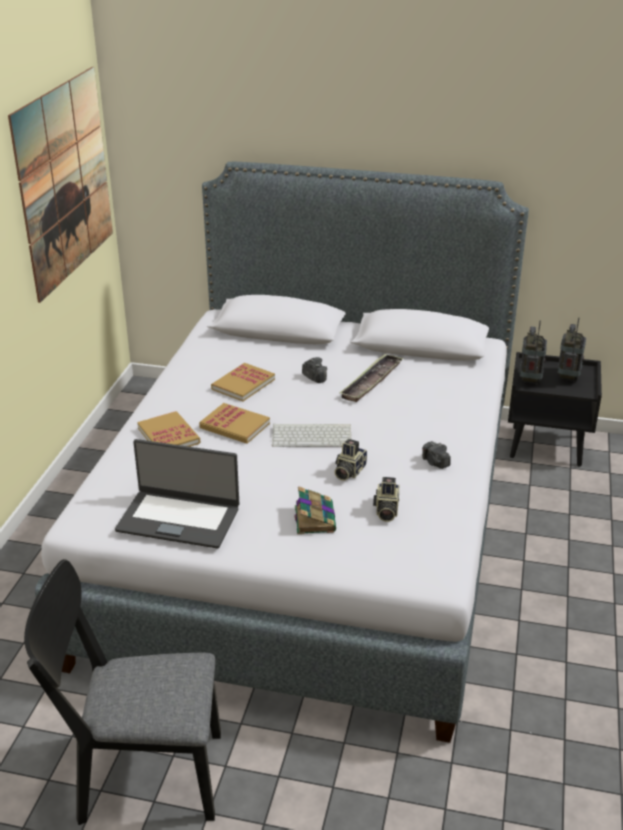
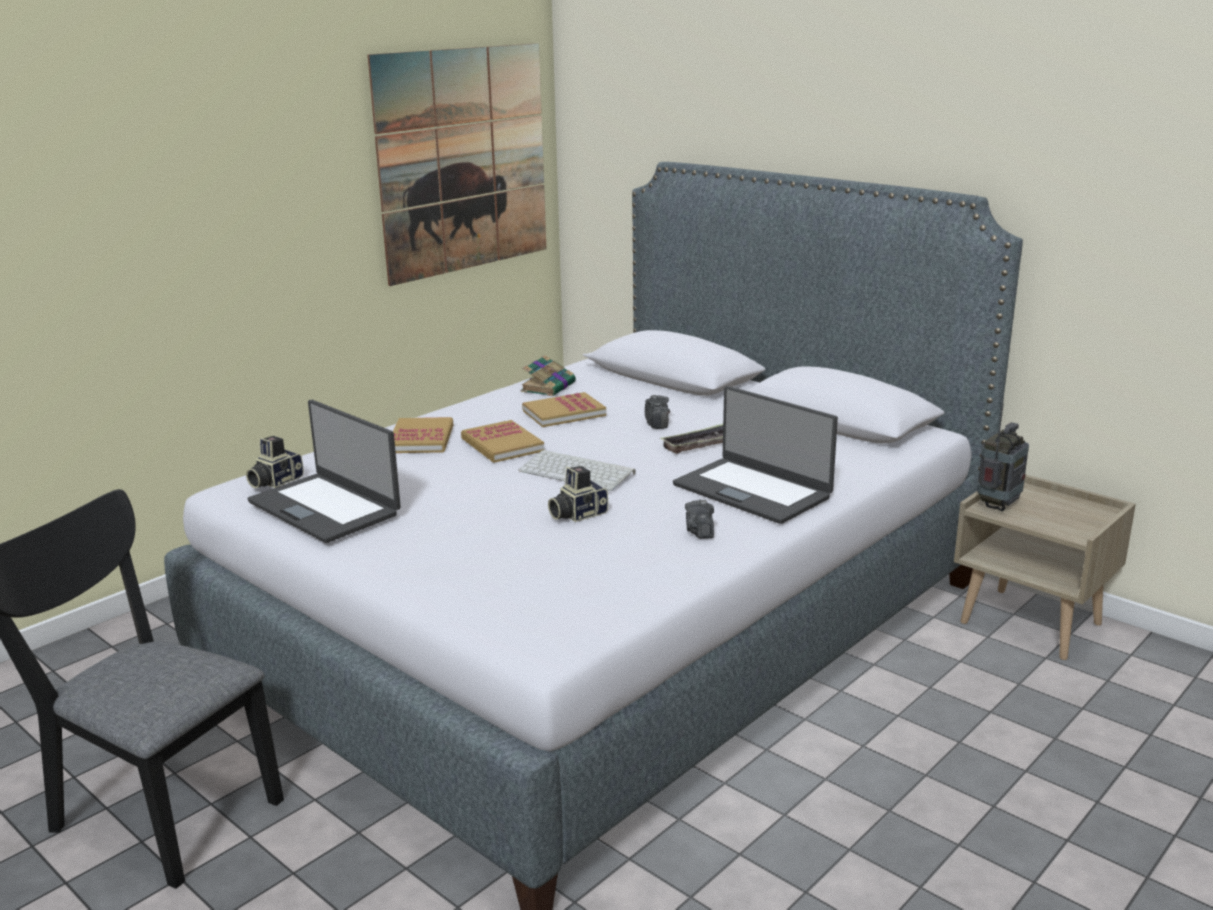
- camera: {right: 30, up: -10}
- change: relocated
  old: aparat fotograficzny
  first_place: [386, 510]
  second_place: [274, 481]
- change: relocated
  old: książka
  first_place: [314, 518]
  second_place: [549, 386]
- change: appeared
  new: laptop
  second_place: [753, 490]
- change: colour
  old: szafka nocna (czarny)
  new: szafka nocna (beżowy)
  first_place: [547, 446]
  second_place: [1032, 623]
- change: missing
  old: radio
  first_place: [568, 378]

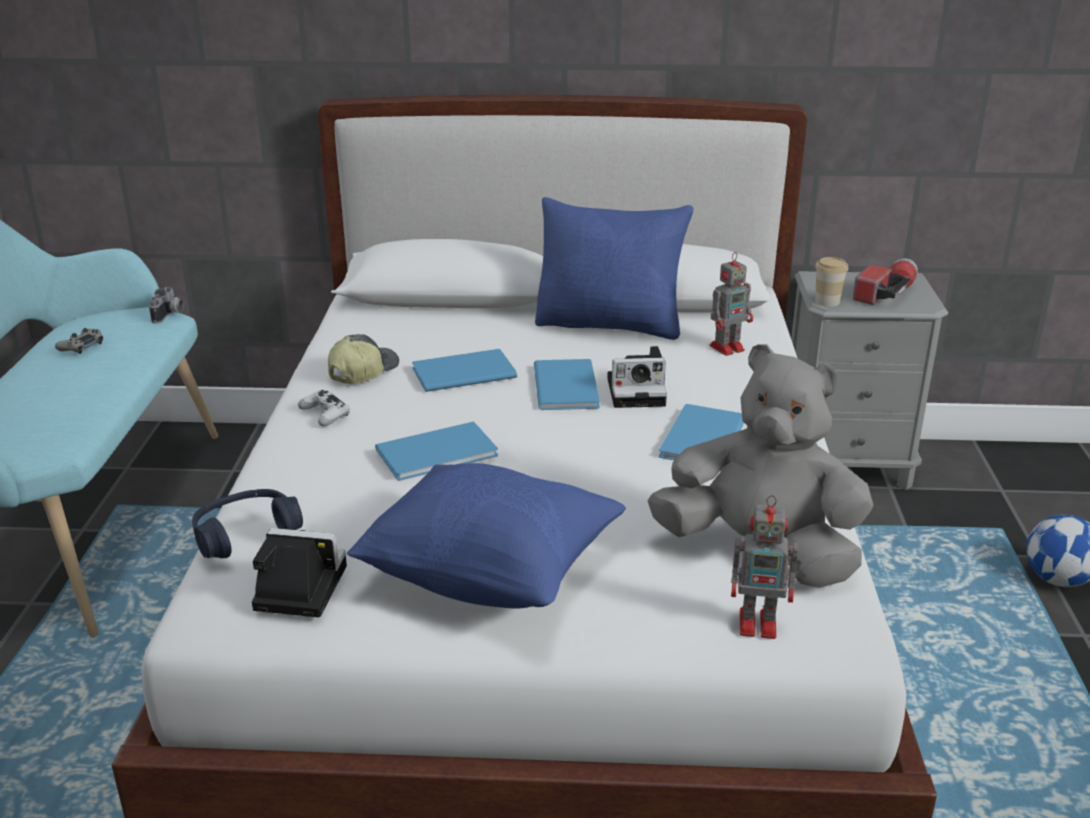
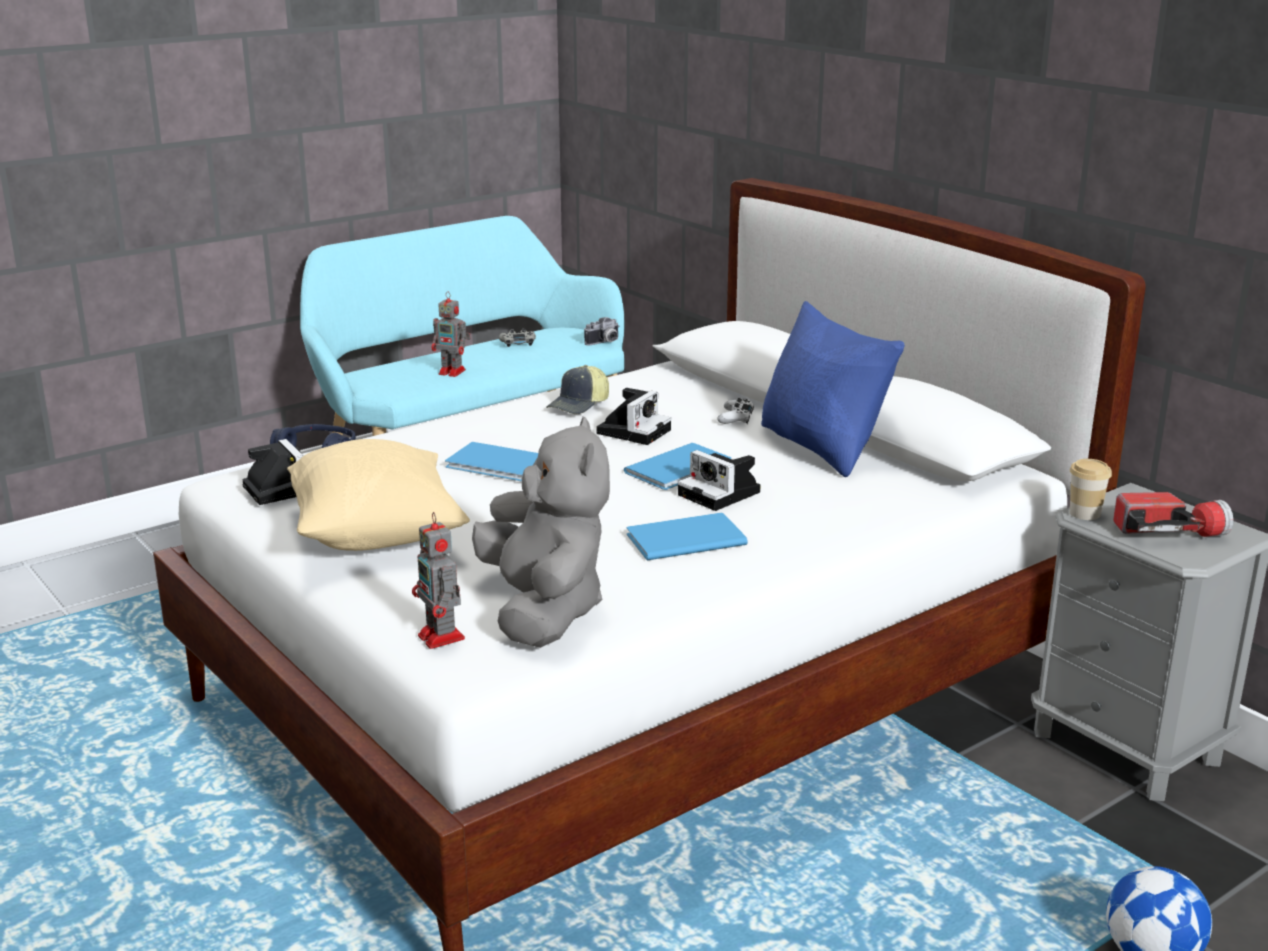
- camera: {right: 50, up: -5}
- change: colour
  old: poduszka (niebieski)
  new: poduszka (beżowy)
  first_place: [490, 576]
  second_place: [376, 535]
- change: relocated
  old: robot zabawkowy
  first_place: [728, 347]
  second_place: [453, 372]
- change: spun
  old: czapka z daszkiem
  first_place: [362, 371]
  second_place: [579, 405]
  degrees: 135
- change: exchanged
  old: książka (niebieski)
  new: aparat fotograficzny
  first_place: [460, 372]
  second_place: [634, 430]
- change: relocated
  old: pad do gier (biały)
  first_place: [325, 414]
  second_place: [736, 418]

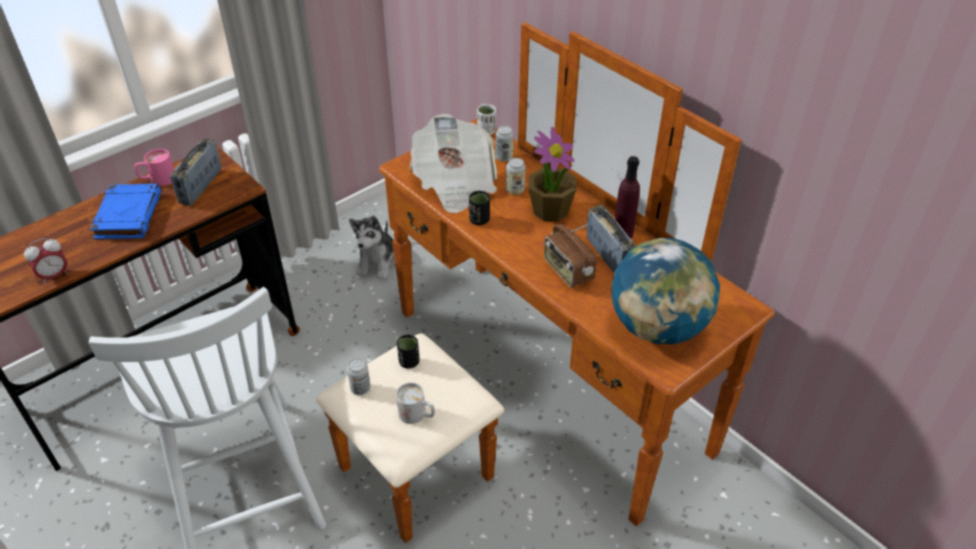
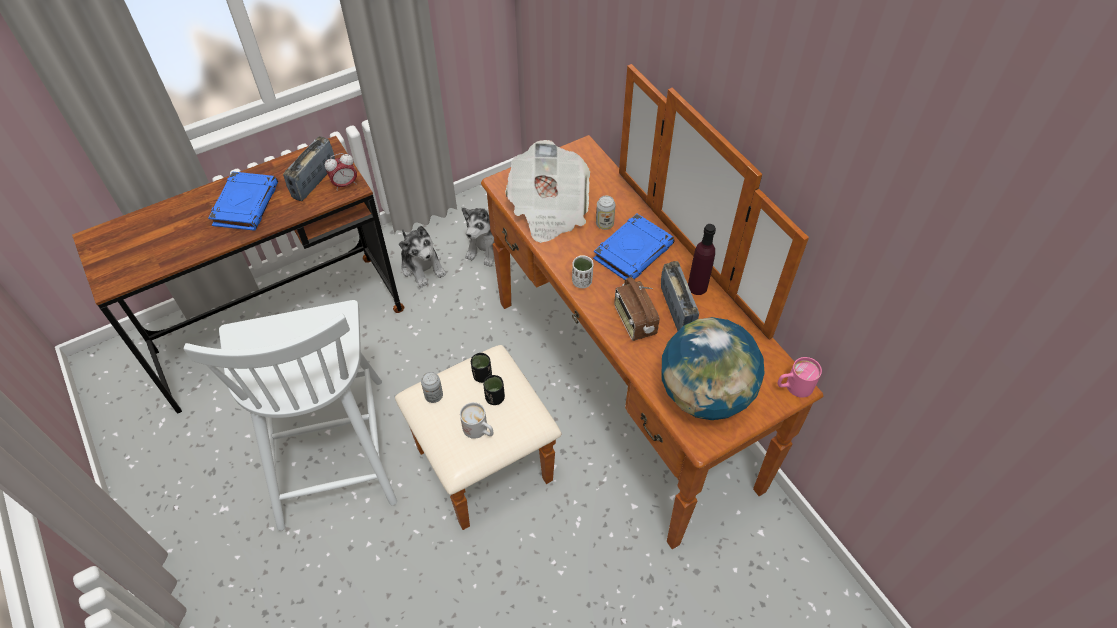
- camera: {right: 10, up: 10}
- change: relocated
  old: budzik
  first_place: [54, 276]
  second_place: [345, 184]
- change: appeared
  new: pluszak
  second_place: [422, 267]
- change: relocated
  old: filiżanka (czarny)
  first_place: [479, 220]
  second_place: [495, 398]
- change: relocated
  old: filiżanka (biały)
  first_place: [486, 131]
  second_place: [582, 282]
- change: exchanged
  old: roślina doniczkowa
  new: książka (niebieski)
  first_place: [550, 210]
  second_place: [633, 251]
- change: relocated
  old: kubek (różowy)
  first_place: [158, 180]
  second_place: [793, 387]
- change: missing
  old: puszka
  first_place: [504, 157]

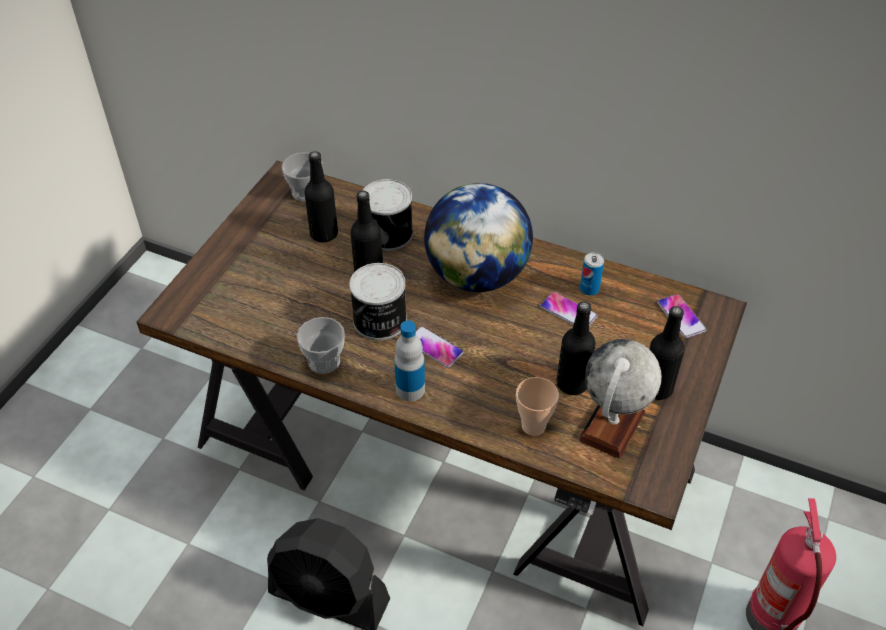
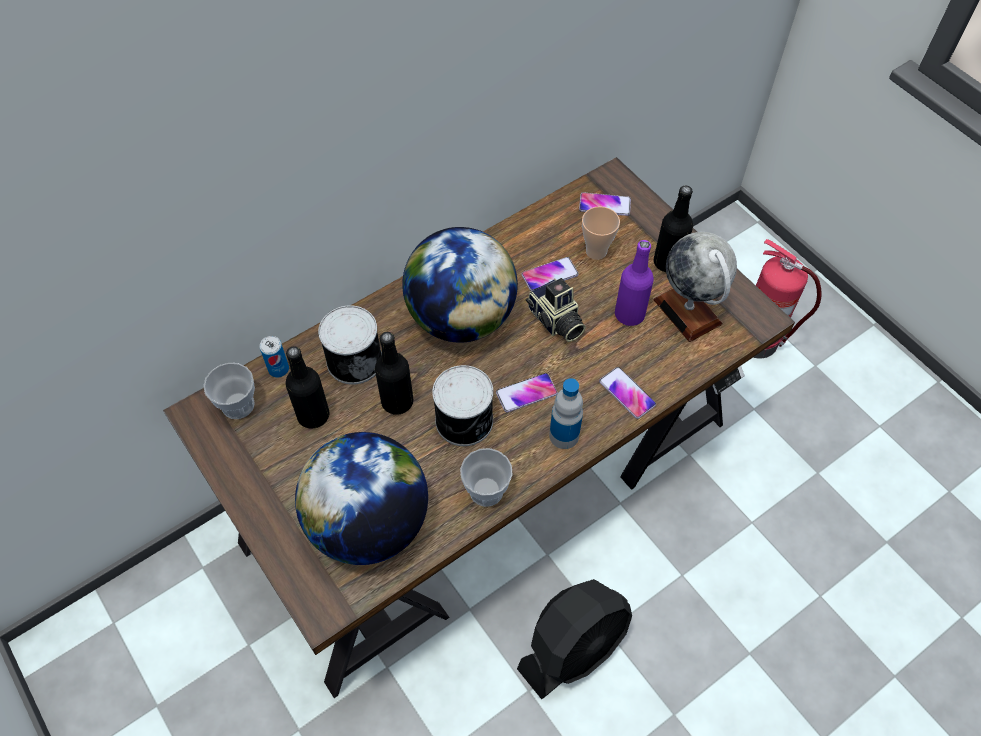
- camera: {right: -60, up: 10}
- change: relocated
  old: puszka
  first_place: [589, 289]
  second_place: [278, 369]
- change: appeared
  new: globus
  second_place: [369, 523]
- change: appeared
  new: aparat fotograficzny
  second_place: [555, 321]
- change: relocated
  old: filiżanka
  first_place: [533, 426]
  second_place: [596, 251]
- change: appeared
  new: telefon
  second_place: [627, 393]
- change: colour
  old: butelka (czarny)
  new: butelka (fioletowy)
  first_place: [572, 384]
  second_place: [629, 314]

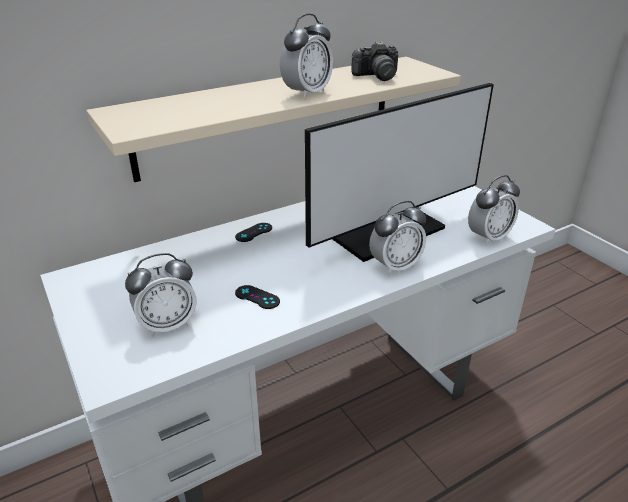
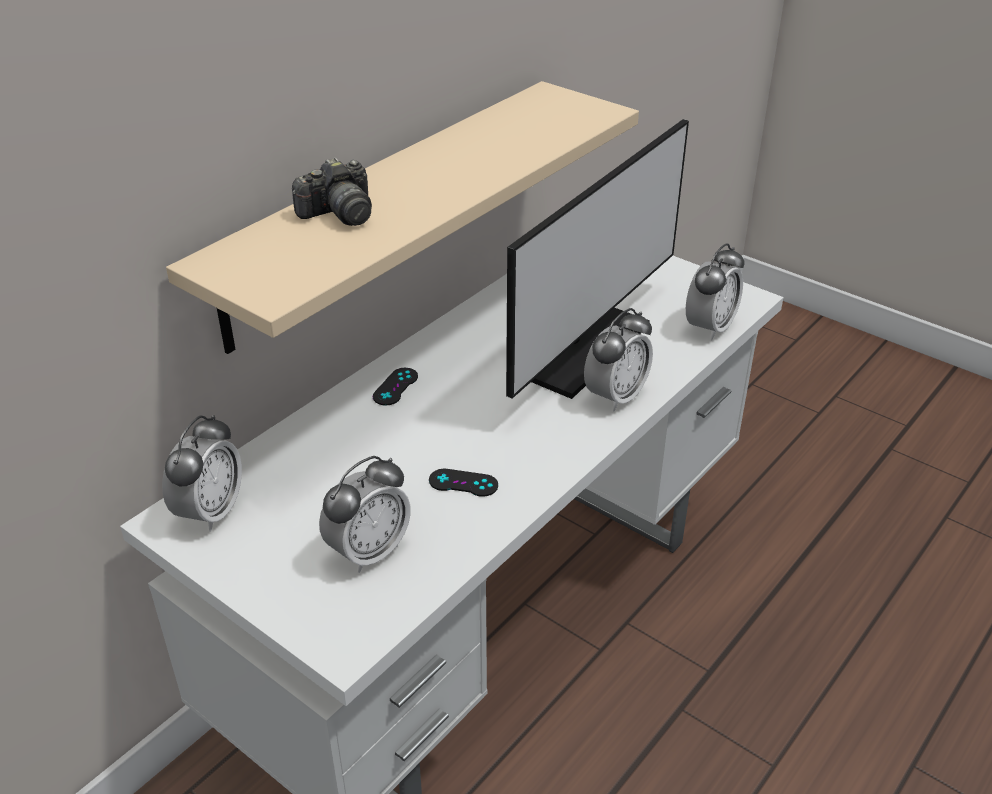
- camera: {right: -20, up: 5}
- change: relocated
  old: budzik
  first_place: [307, 93]
  second_place: [210, 512]
- change: relocated
  old: aparat fotograficzny
  first_place: [377, 76]
  second_place: [339, 214]

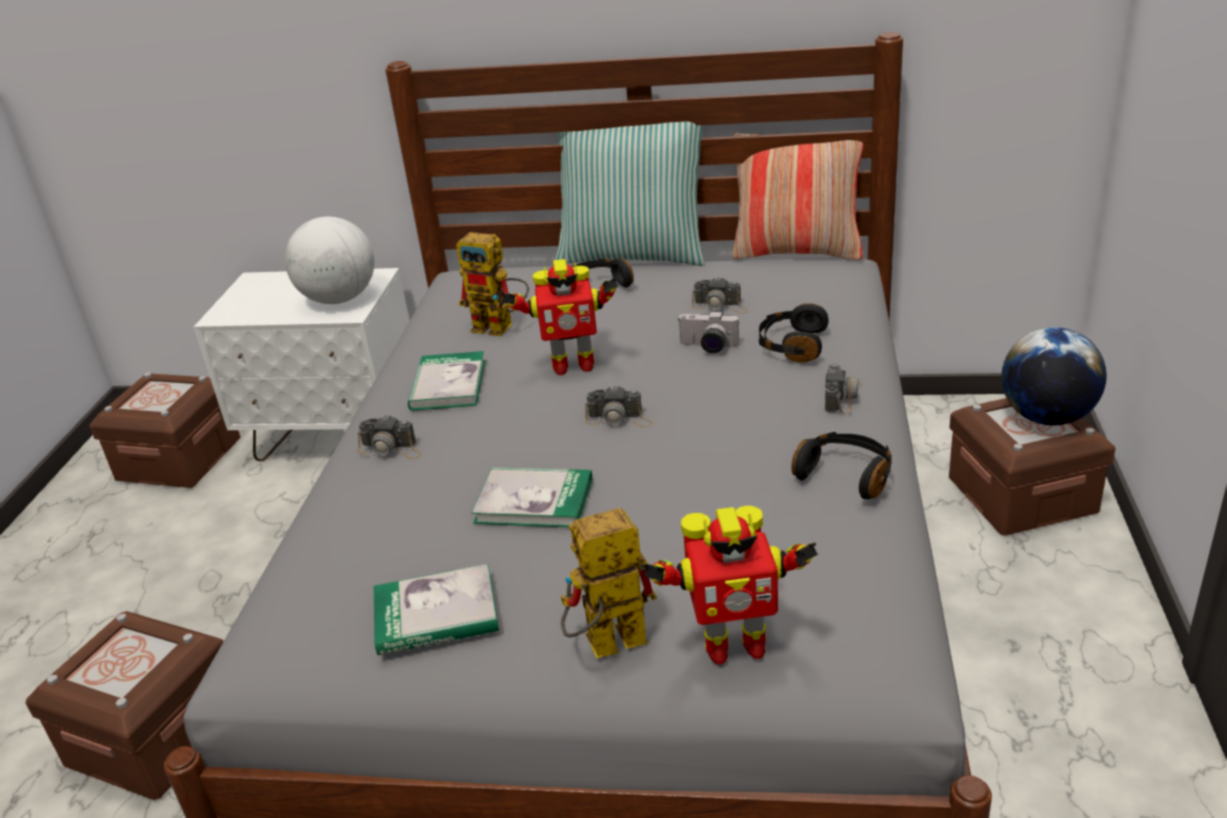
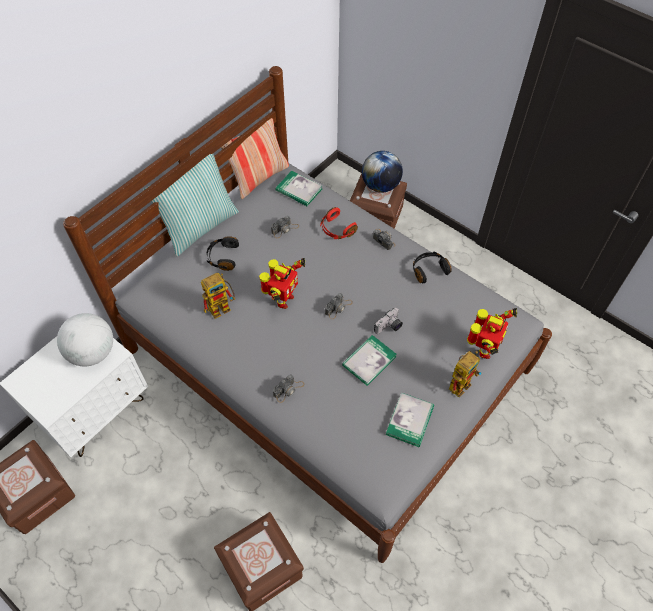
- camera: {right: -60, up: 25}
- change: relocated
  old: książka
  first_place: [448, 385]
  second_place: [299, 190]
- change: colour
  old: słuchawki (czarny)
  new: słuchawki (czerwony)
  first_place: [792, 345]
  second_place: [336, 229]
- change: relocated
  old: aparat fotograficzny
  first_place: [708, 347]
  second_place: [389, 327]
- change: spun
  old: robot zabawkowy
  first_place: [605, 648]
  second_place: [461, 382]
  degrees: -150

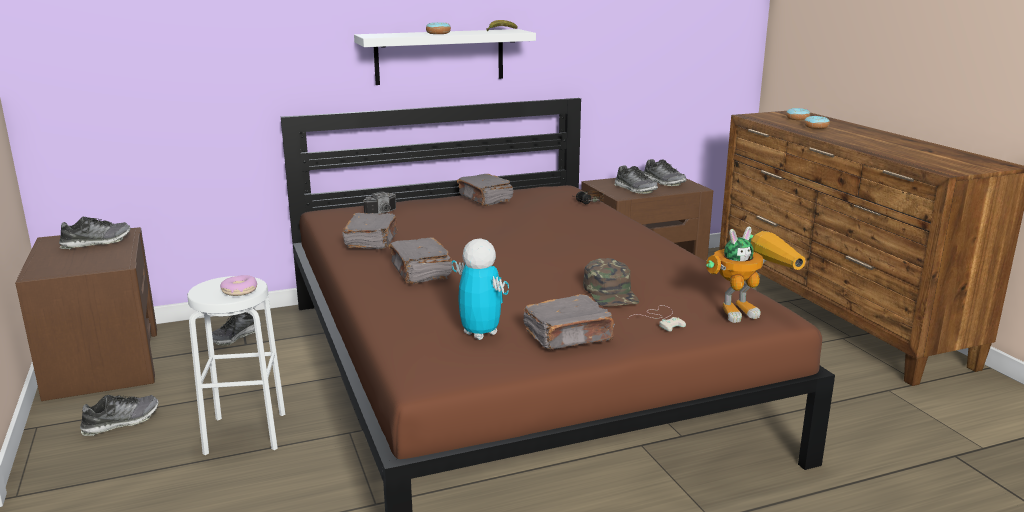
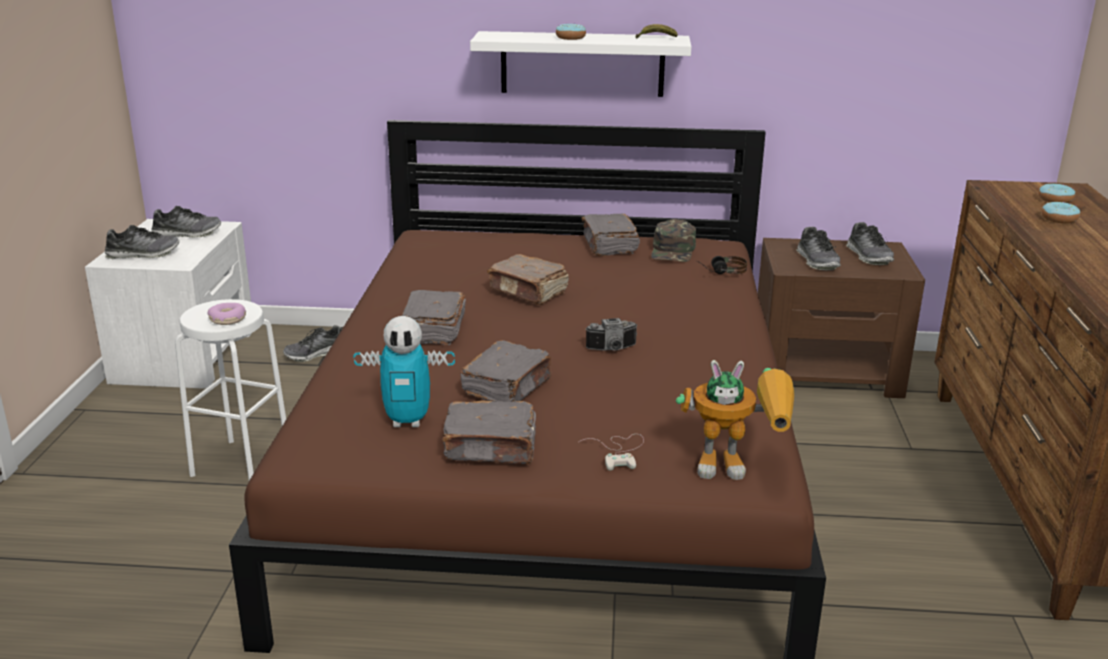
- camera: {right: 25, up: 5}
- change: colour
  old: szafka nocna (brązowy)
  new: szafka nocna (biały)
  first_place: [104, 361]
  second_place: [185, 354]
- change: relocated
  old: but
  first_place: [121, 422]
  second_place: [143, 254]
- change: spun
  old: robot zabawkowy
  first_place: [480, 333]
  second_place: [407, 421]
  degrees: 105
- change: relocated
  old: książka (szary)
  first_place: [372, 242]
  second_place: [508, 387]
- change: appeared
  new: książka (brązowy)
  second_place: [528, 292]
- change: relocated
  old: aparat fotograficzny
  first_place: [383, 213]
  second_place: [612, 349]
- change: relocated
  old: czapka z daszkiem (zielony)
  first_place: [611, 293]
  second_place: [673, 251]

